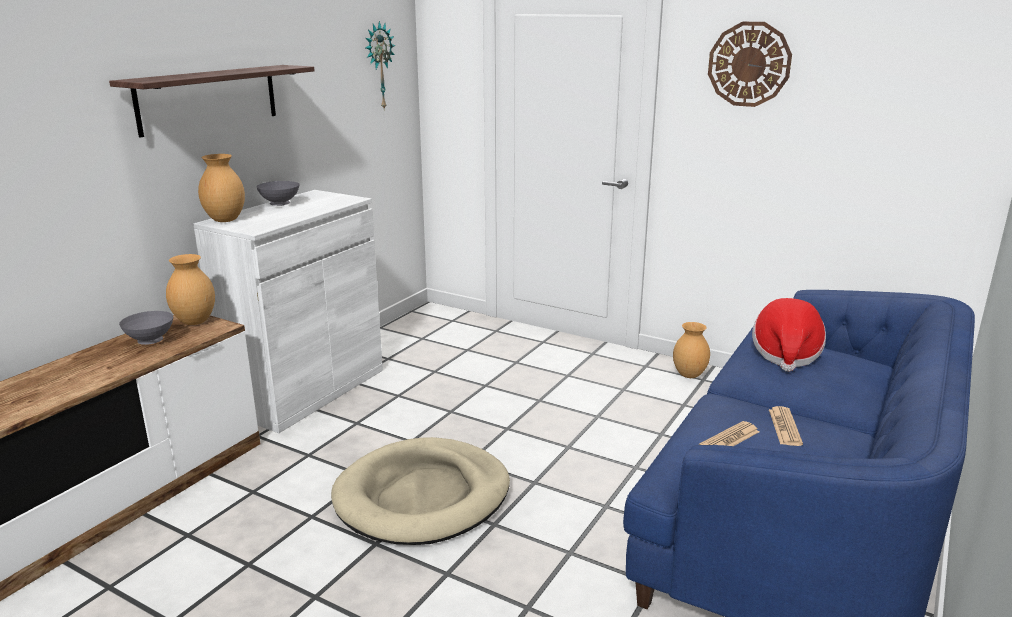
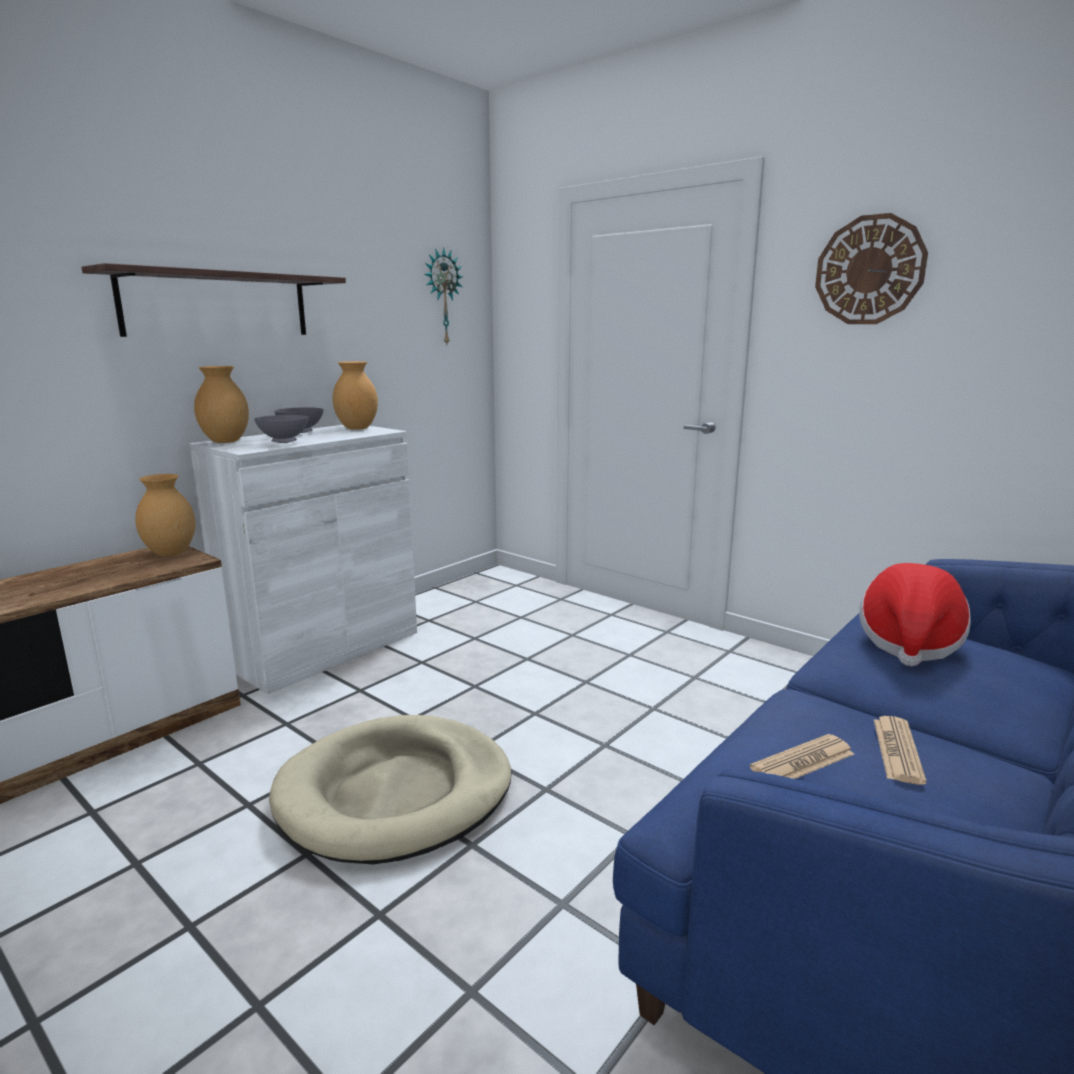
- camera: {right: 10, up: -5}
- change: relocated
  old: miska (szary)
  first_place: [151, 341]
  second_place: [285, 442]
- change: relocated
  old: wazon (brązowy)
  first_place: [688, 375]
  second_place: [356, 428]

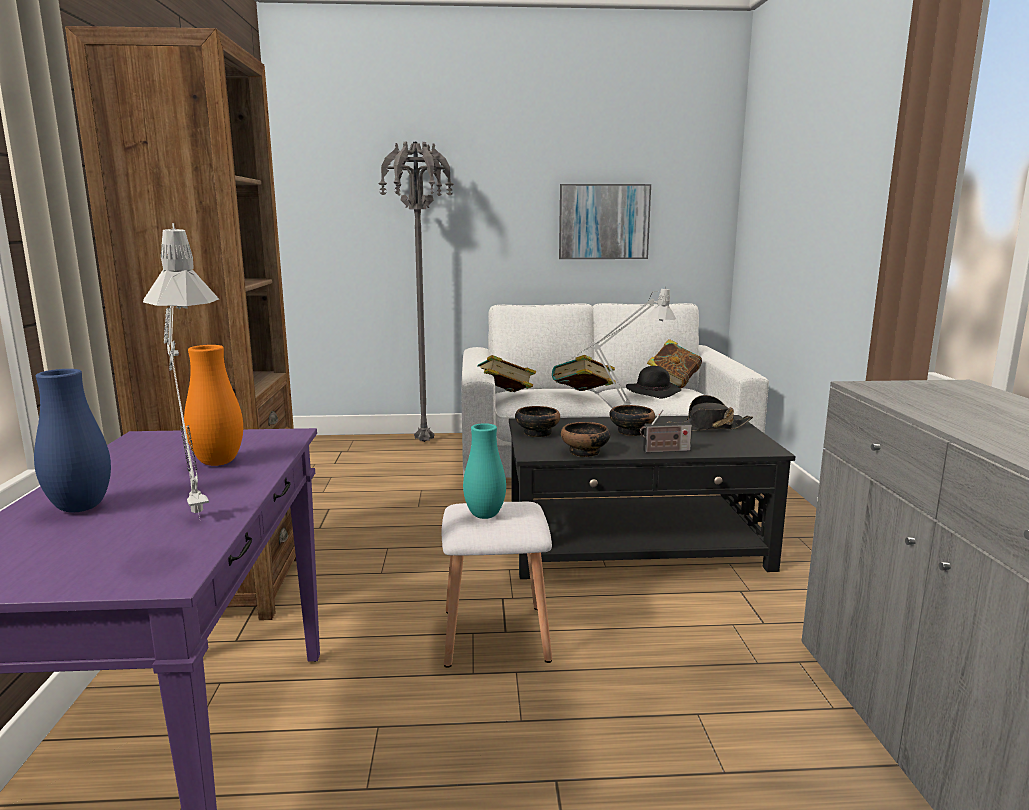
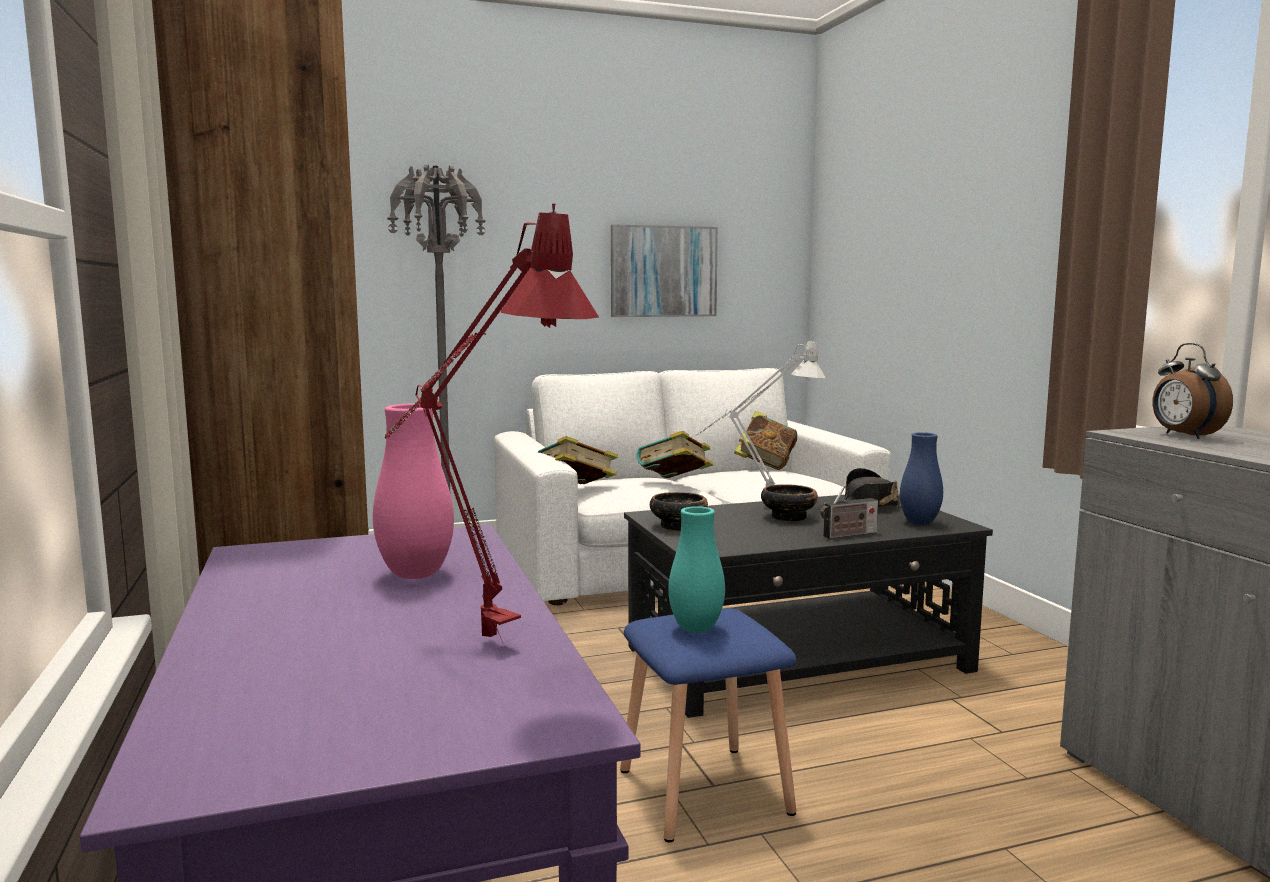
- camera: {right: -15, up: -5}
- change: colour
  old: wazon (pomarańczowy)
  new: wazon (różowy)
  first_place: [218, 462]
  second_place: [416, 574]
- change: colour
  old: lampa stołowa (szary)
  new: lampa stołowa (czerwony)
  first_place: [195, 510]
  second_place: [475, 635]
- change: colour
  old: stołek (biały)
  new: stołek (niebieski)
  first_place: [494, 634]
  second_place: [701, 790]
- change: relocated
  old: wazon (niebieski)
  first_place: [80, 508]
  second_place: [919, 522]
- change: appeared
  new: budzik
  second_place: [1184, 436]
- change: missing
  old: miska
  first_place: [585, 452]
- change: missing
  old: kapelusz (czarny)
  first_place: [654, 392]

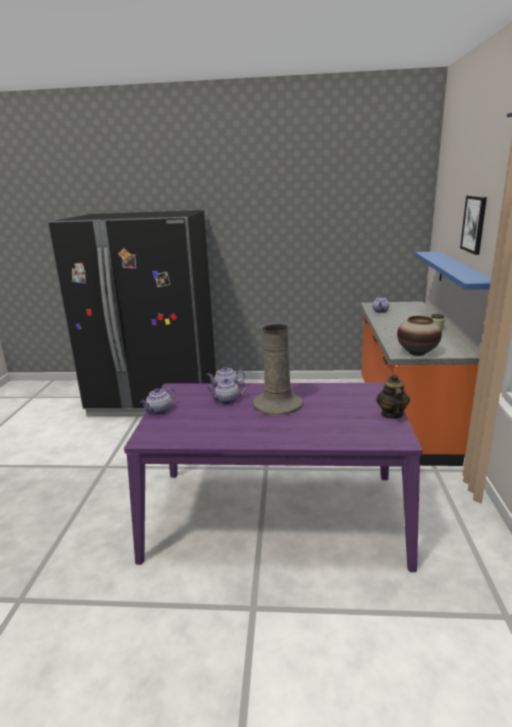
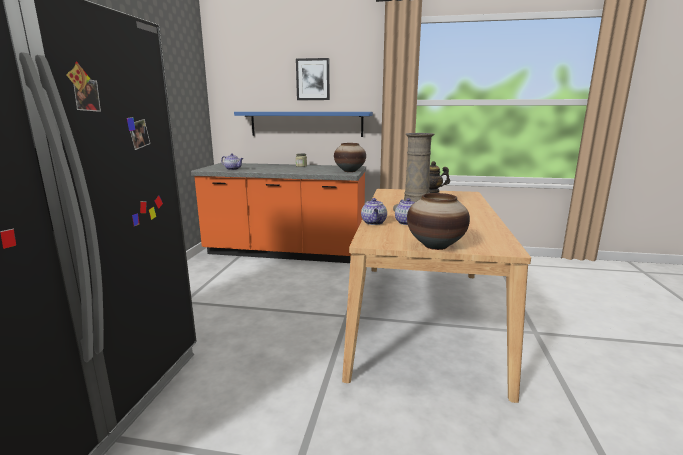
- camera: {right: -85, up: -5}
- change: colour
  old: stół jadalny (fioletowy)
  new: stół jadalny (beżowy)
  first_place: [275, 515]
  second_place: [423, 316]
- change: exchanged
  old: imbryk
  new: wazon
  first_place: [159, 411]
  second_place: [436, 246]

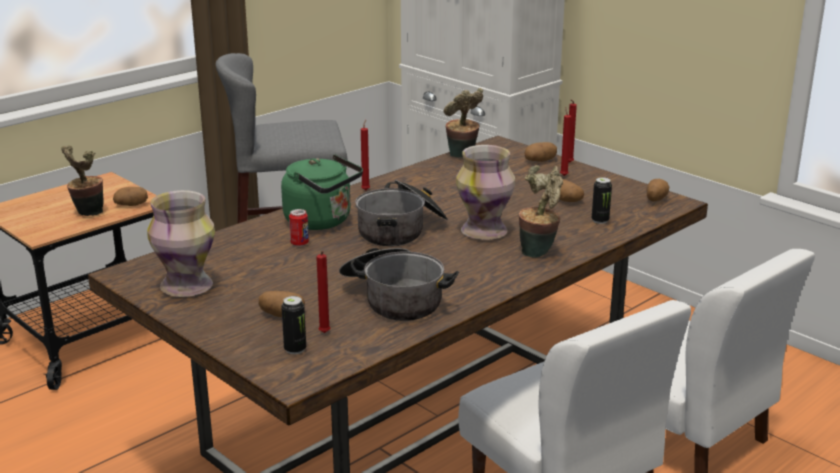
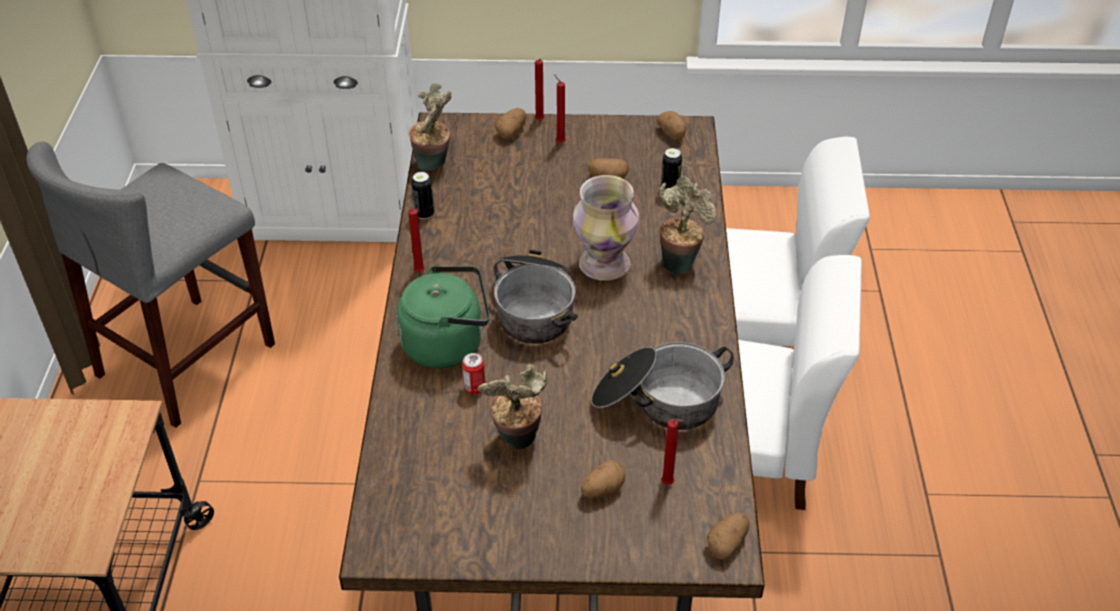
- camera: {right: -45, up: 20}
- change: relocated
  old: puszka
  first_place: [295, 349]
  second_place: [424, 214]
- change: relocated
  old: roślina doniczkowa
  first_place: [87, 213]
  second_place: [517, 441]
- change: relocated
  old: ziemniak
  first_place: [131, 205]
  second_place: [727, 543]
- change: missing
  old: wazon
  first_place: [188, 286]

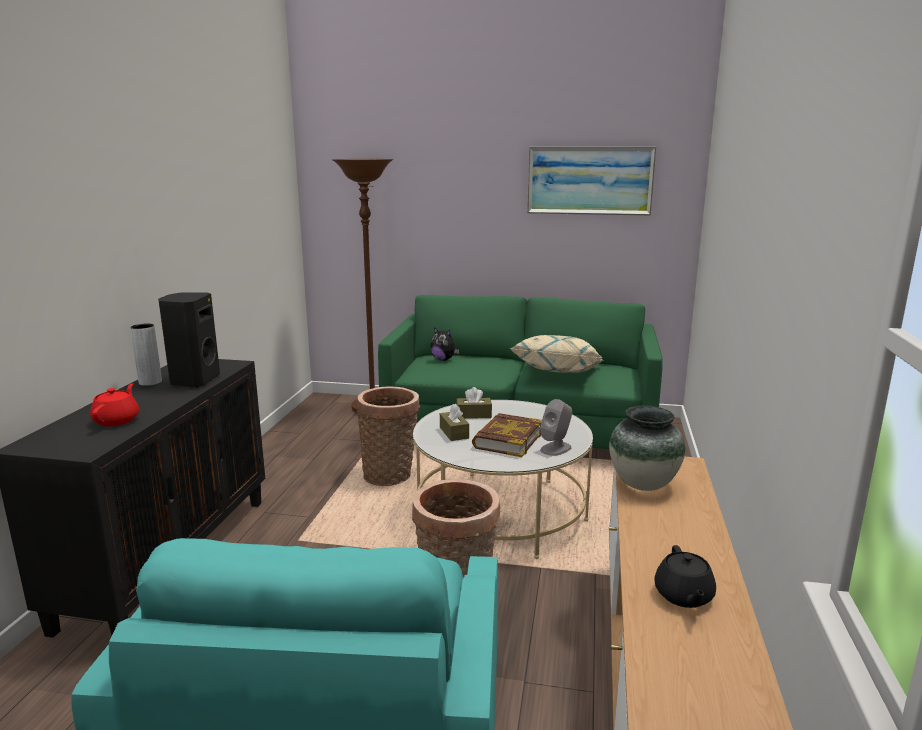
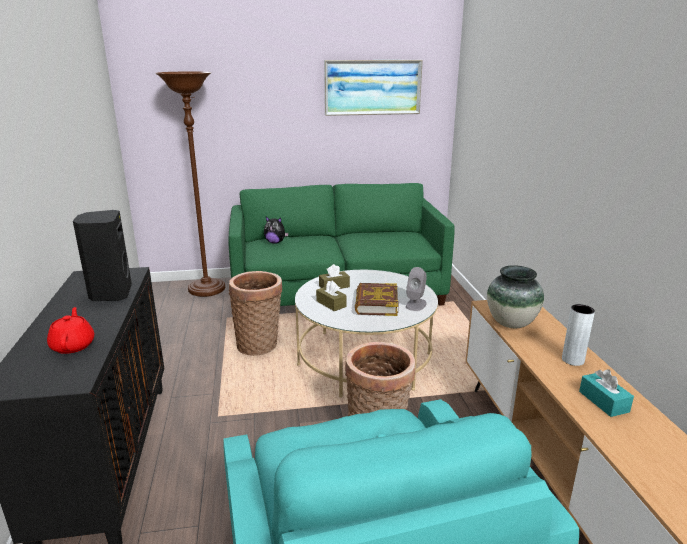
- camera: {right: -20, up: 5}
- change: relocated
  old: wazon (szary)
  first_place: [150, 382]
  second_place: [572, 360]
- change: exchanged
  old: imbryk (czarny)
  new: pudełko chusteczek (turkusowy)
  first_place: [683, 596]
  second_place: [603, 401]
- change: missing
  old: poduszka (beżowy)
  first_place: [558, 373]

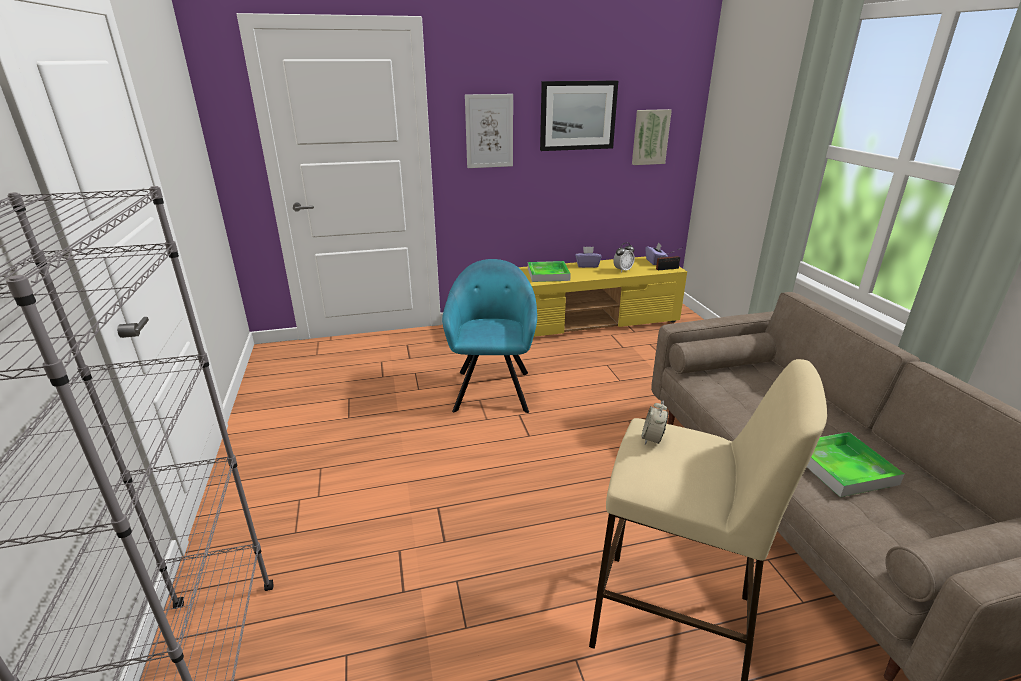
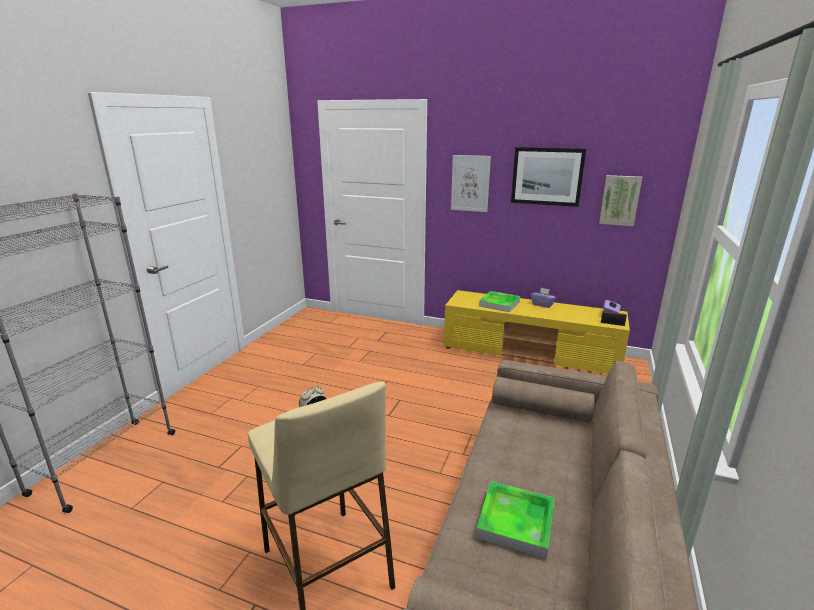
- camera: {right: 35, up: -5}
- change: missing
  old: fotel (turkusowy)
  first_place: [492, 388]
- change: missing
  old: budzik
  first_place: [622, 270]

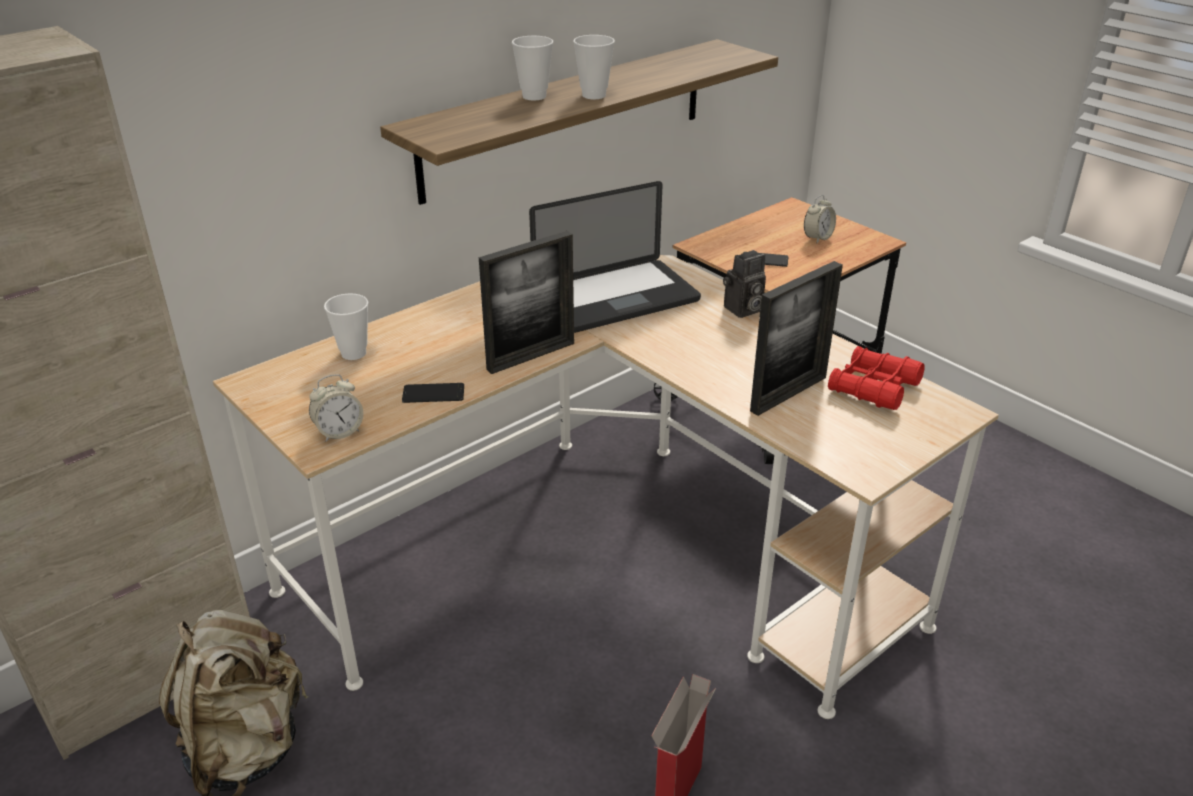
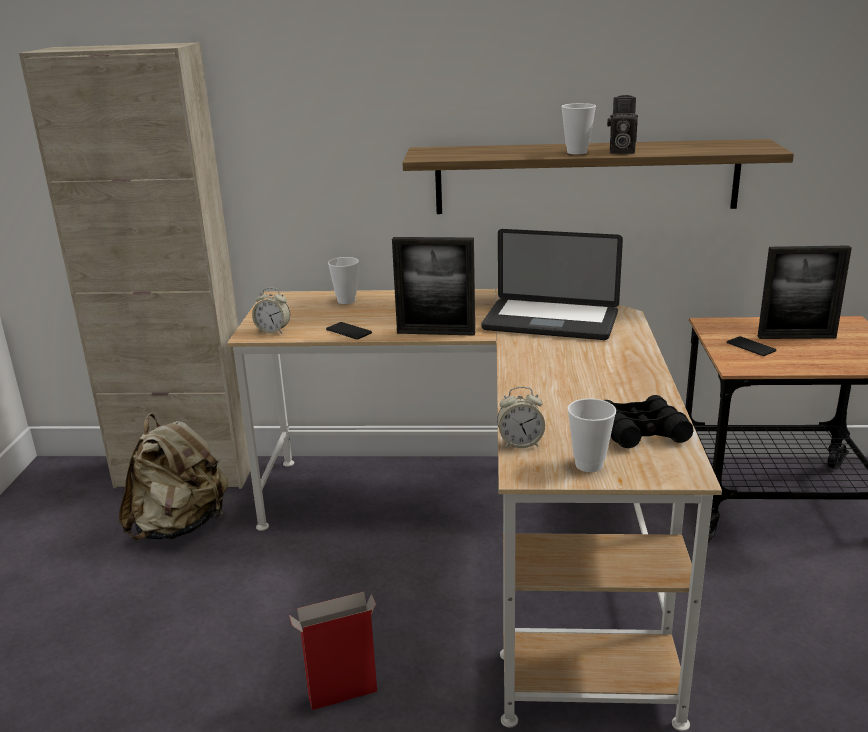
- camera: {right: 45, up: -10}
- change: relocated
  old: budzik
  first_place: [817, 238]
  second_place: [520, 443]
- change: relocated
  old: filiżanka
  first_place: [534, 96]
  second_place: [589, 465]
- change: colour
  old: lornetka (czerwony)
  new: lornetka (czarny)
  first_place: [873, 388]
  second_place: [641, 432]
- change: relocated
  old: aparat fotograficzny
  first_place: [742, 310]
  second_place: [620, 151]
- change: relocated
  old: ramka na zdjęcie
  first_place: [788, 394]
  second_place: [796, 337]

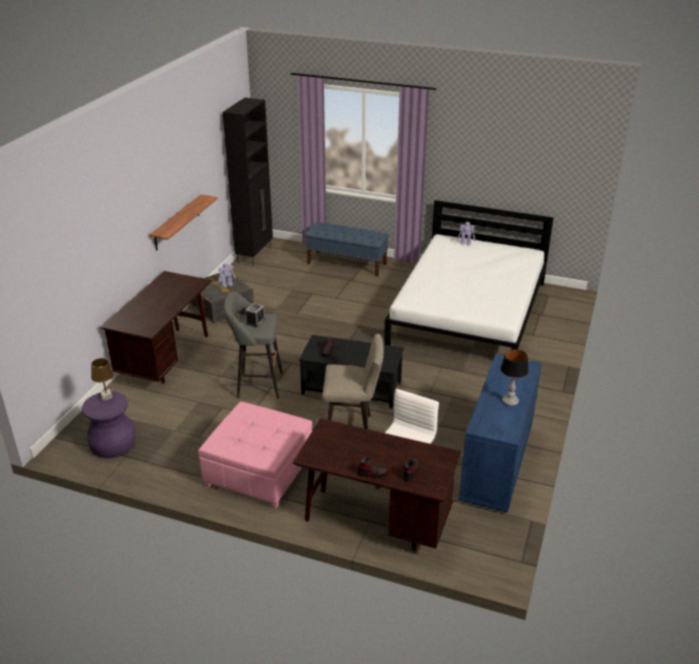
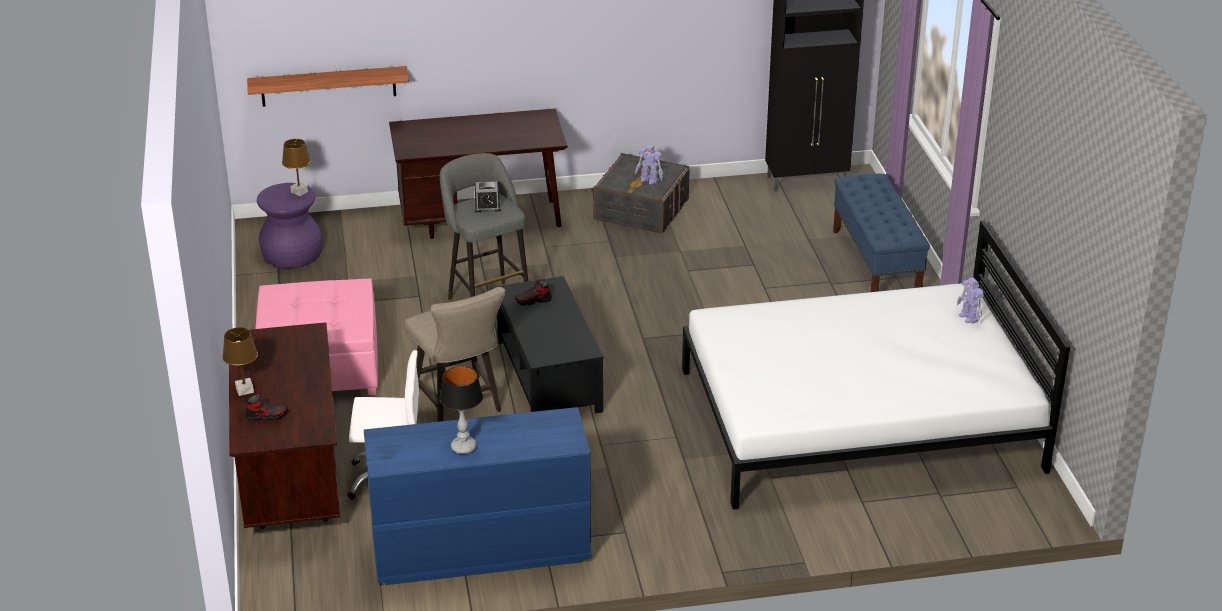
- camera: {right: 60, up: 0}
- change: exchanged
  old: but
  new: lampa stołowa (brązowy)
  first_place: [372, 473]
  second_place: [245, 390]
- change: relocated
  old: półka
  first_place: [177, 222]
  second_place: [328, 86]

